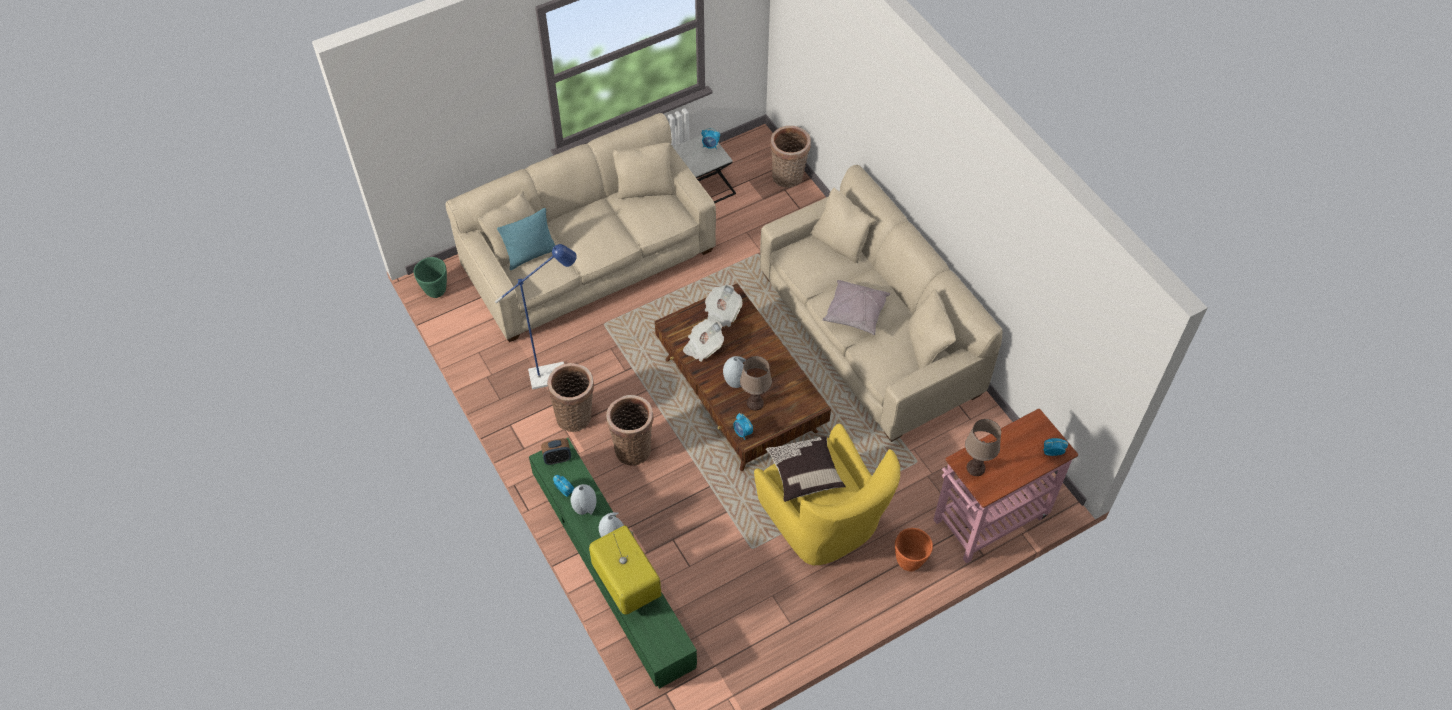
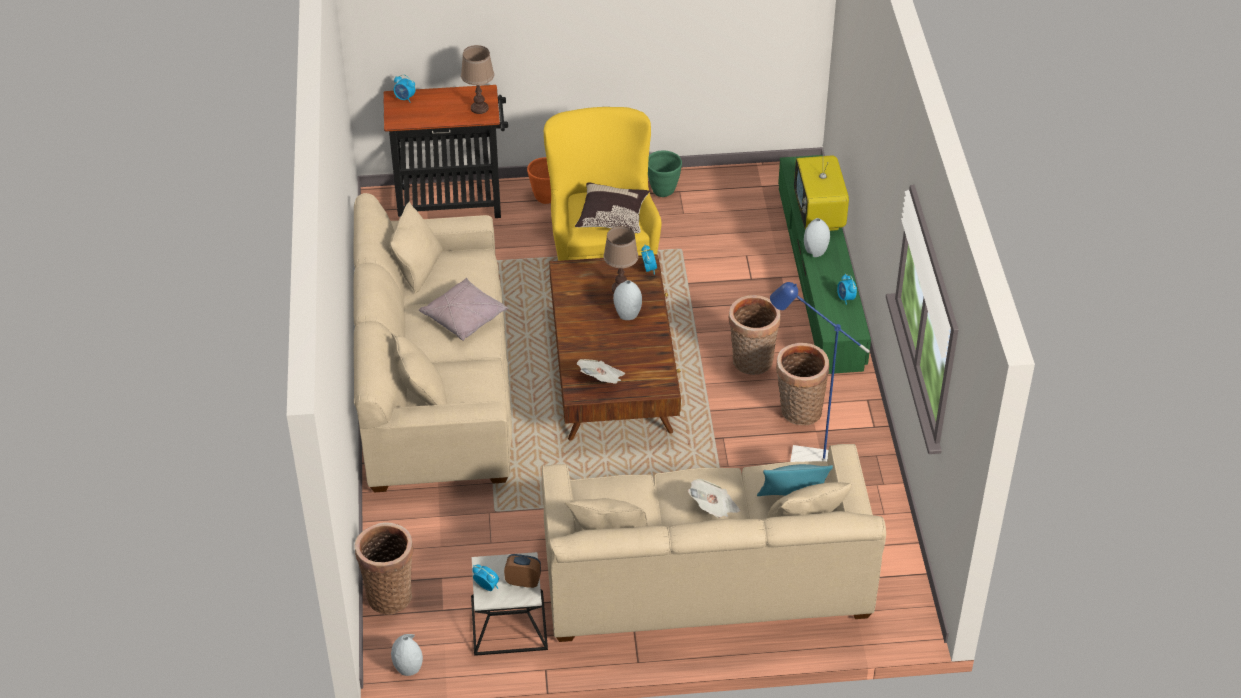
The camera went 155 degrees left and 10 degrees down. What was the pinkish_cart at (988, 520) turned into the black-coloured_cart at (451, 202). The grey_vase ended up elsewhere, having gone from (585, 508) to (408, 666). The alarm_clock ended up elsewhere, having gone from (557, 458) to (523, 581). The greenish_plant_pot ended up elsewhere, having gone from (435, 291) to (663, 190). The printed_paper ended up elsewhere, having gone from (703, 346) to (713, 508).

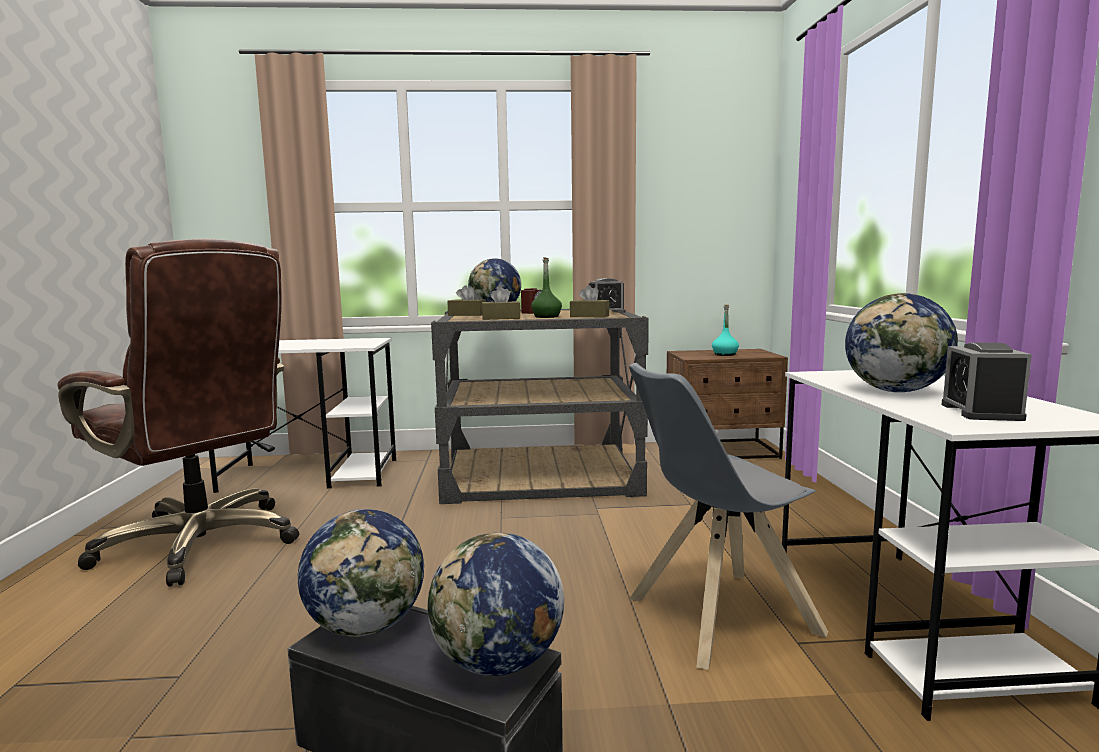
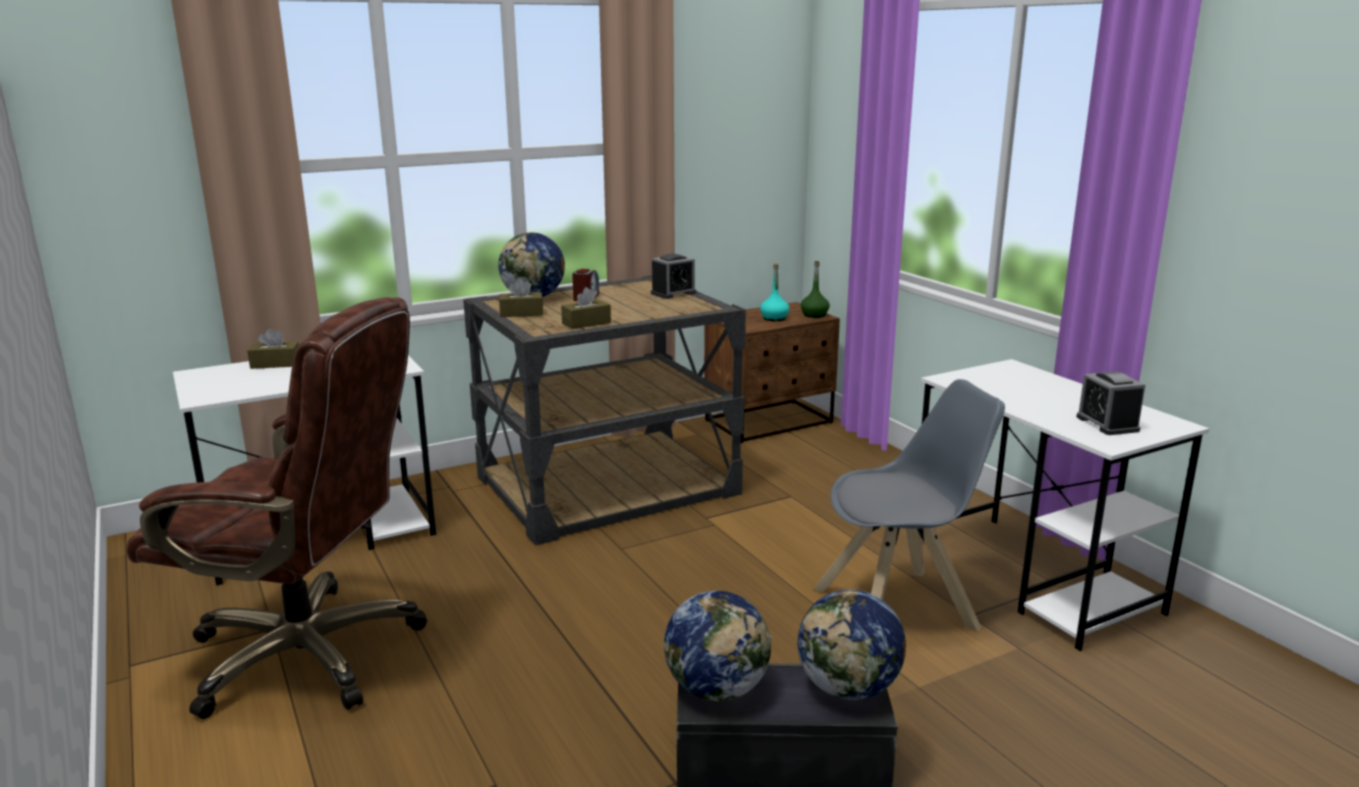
The camera went 25 degrees left and 10 degrees up. The brownish_tissue_box ended up elsewhere, having gone from (589, 316) to (275, 364). The greenish_drink_bottle ended up elsewhere, having gone from (546, 317) to (814, 315). The grey_plain_chair at (717, 617) ended up facing another way, 150 degrees counterclockwise from before. The second view lost the desk_globe at (896, 391).

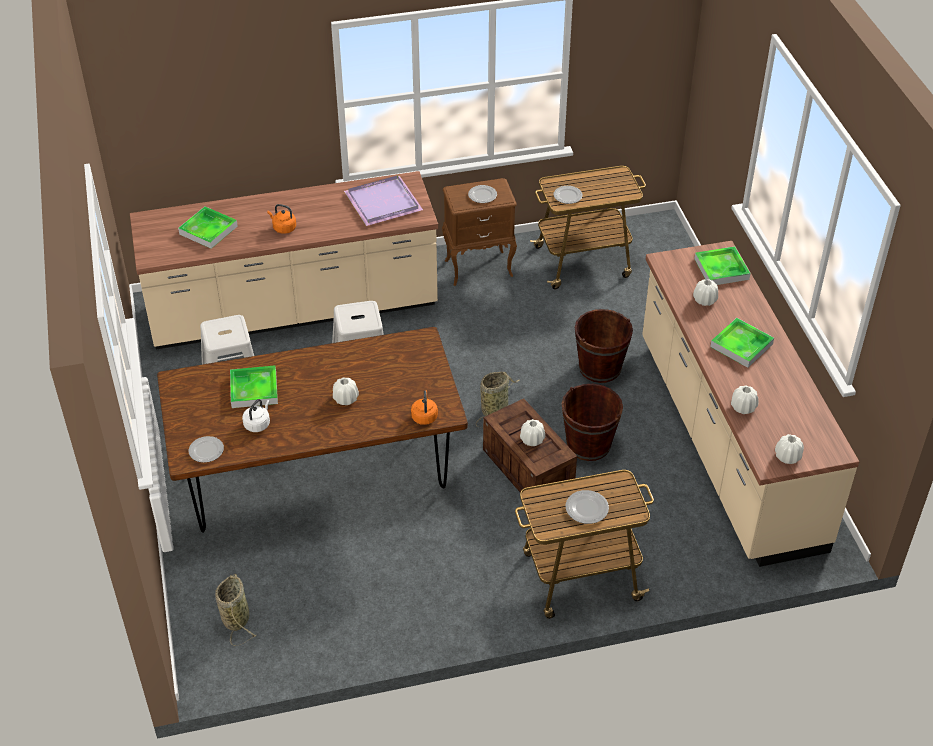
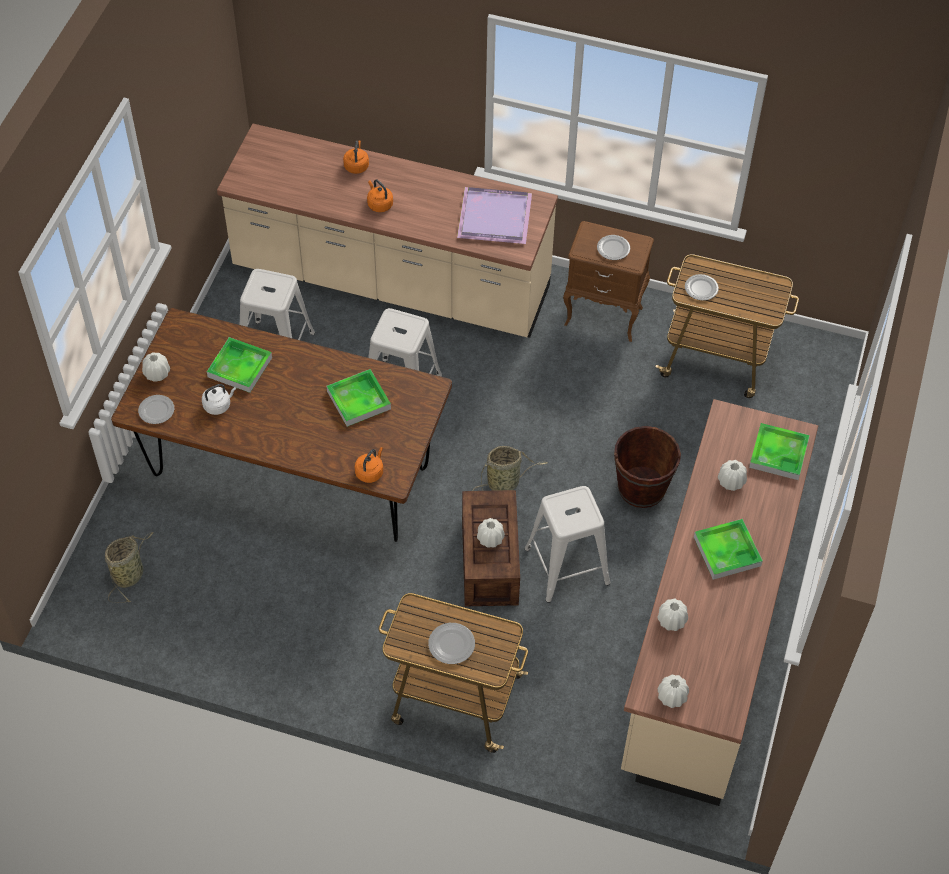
The camera went 30 degrees right and 10 degrees up. The white-coloured_vase ended up elsewhere, having gone from (346, 399) to (157, 374). The serving_tray ended up elsewhere, having gone from (208, 230) to (358, 400). The second view gained the orange-coloured_water_kettle at (356, 165). Where the brownish_pail stood at (588, 445), the white-coloured_stool came to stand at (567, 566).

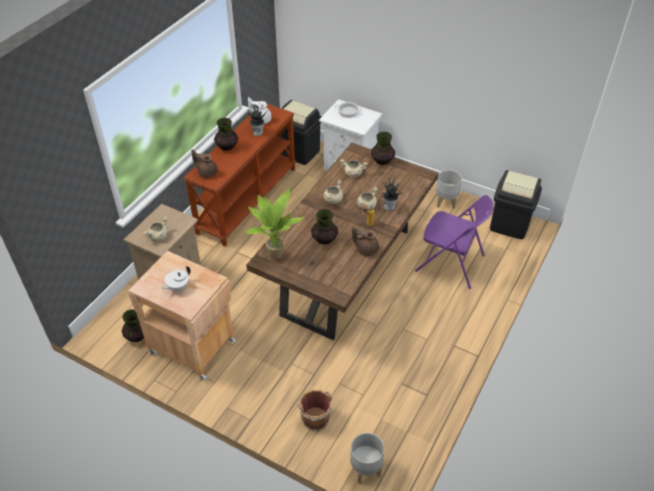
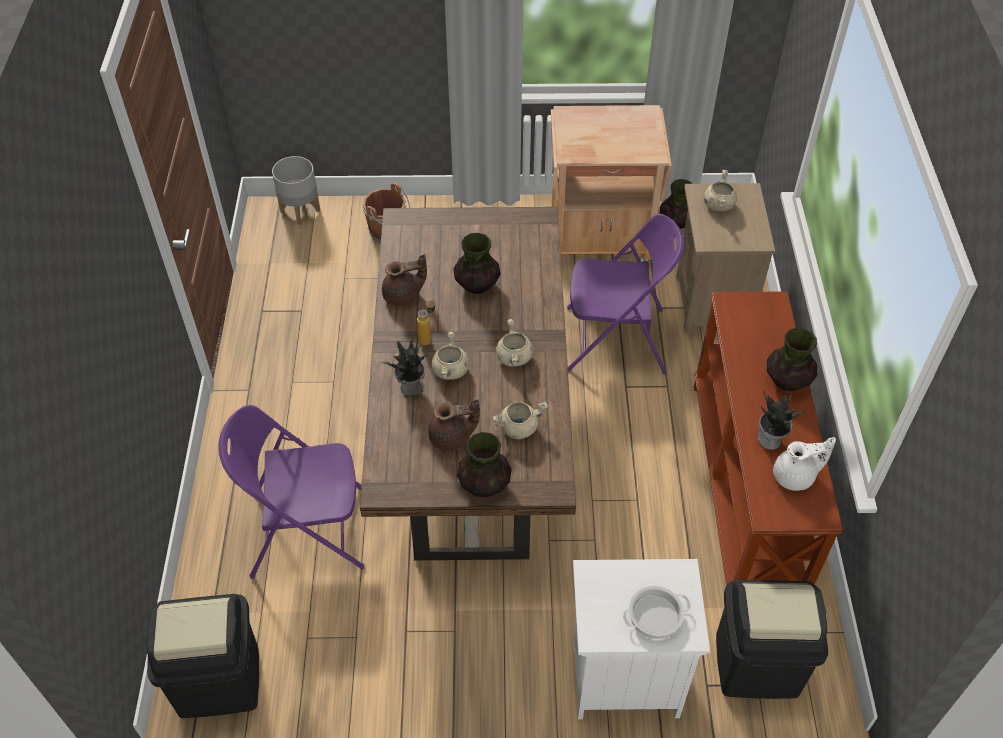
The camera went 150 degrees right and 5 degrees up. The brownish_teapot ended up elsewhere, having gone from (207, 173) to (452, 438). The second view gained the purplish_plain_chair at (615, 340). The second view lost the white-coloured_teapot at (178, 287). The second view lost the plant_in_a_pot at (274, 254). The second view lost the grey_plant_pot at (446, 202).

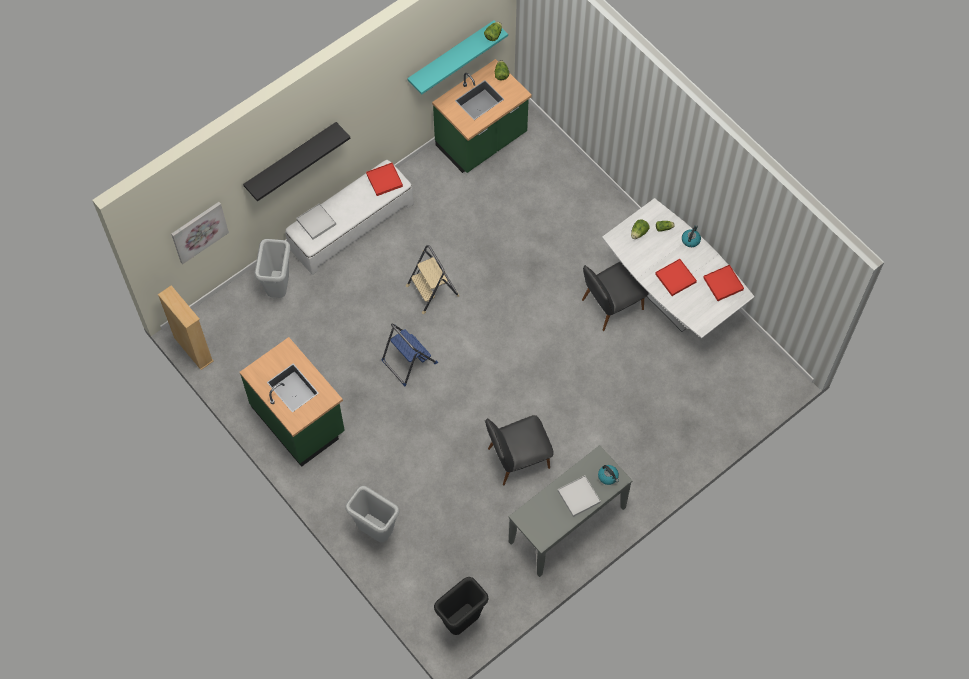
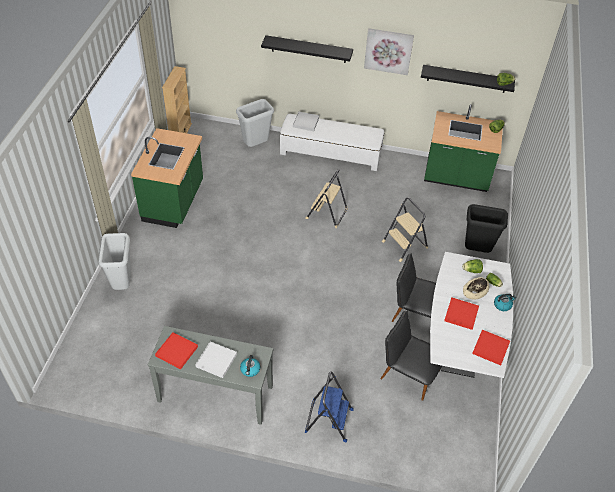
The camera went 50 degrees right and 15 degrees down. The red_serving_tray ended up elsewhere, having gone from (384, 180) to (176, 351). The blue-coloured_step_stool ended up elsewhere, having gone from (407, 362) to (327, 419). The picture ended up elsewhere, having gone from (199, 231) to (388, 51). The black-coloured_plain_chair ended up elsewhere, having gone from (518, 458) to (409, 375). The second view gained the beige-coloured_step_stool at (406, 244). What was the blue-green_bracket_shelf at (451, 55) turned into the black-coloured_bracket_shelf at (467, 79). The second view gained the beige-coloured_serving_bowl at (474, 293). The black-coloured_trash_can ended up elsewhere, having gone from (461, 621) to (476, 250).

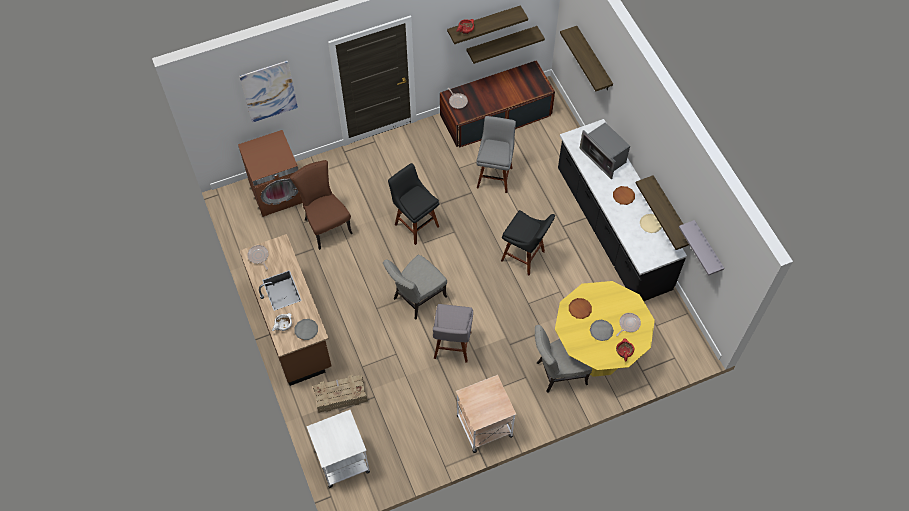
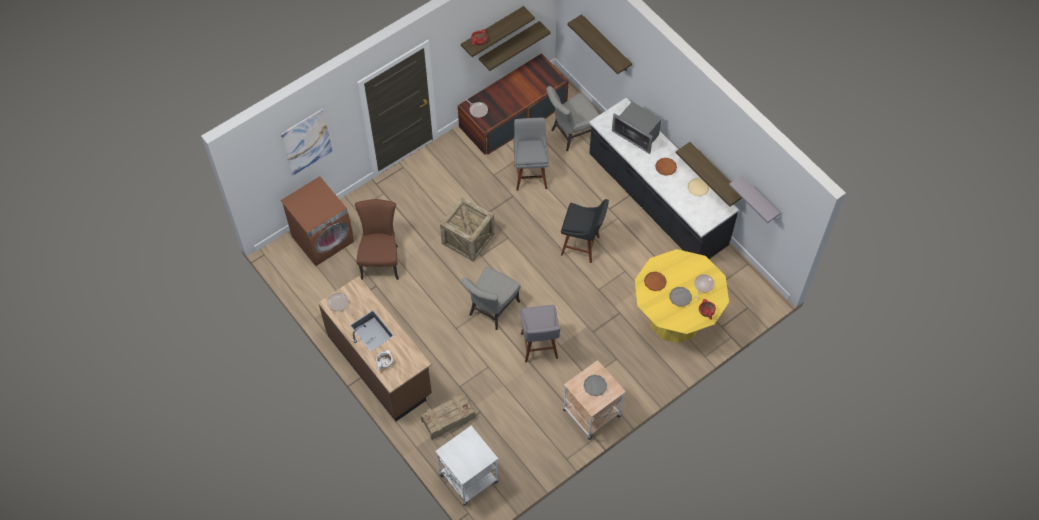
The camera went 15 degrees left and 0 degrees up. The brownish_plain_chair at (325, 224) ended up facing another way, 45 degrees clockwise from before. Where the black-coloured_stool stood at (415, 224), the shipping_crate came to stand at (468, 239). The grey_plain_chair ended up elsewhere, having gone from (558, 373) to (572, 134). The grey_plate ended up elsewhere, having gone from (306, 330) to (595, 386).

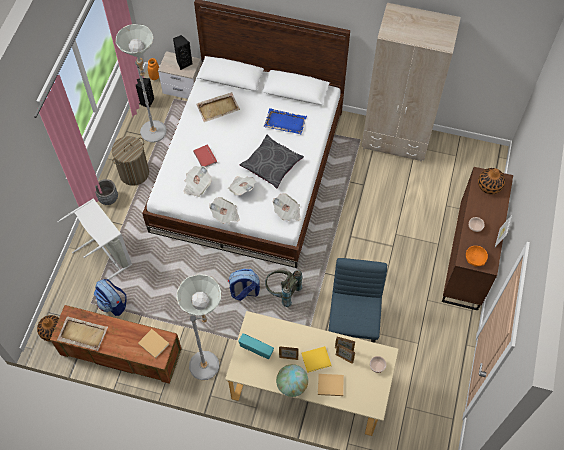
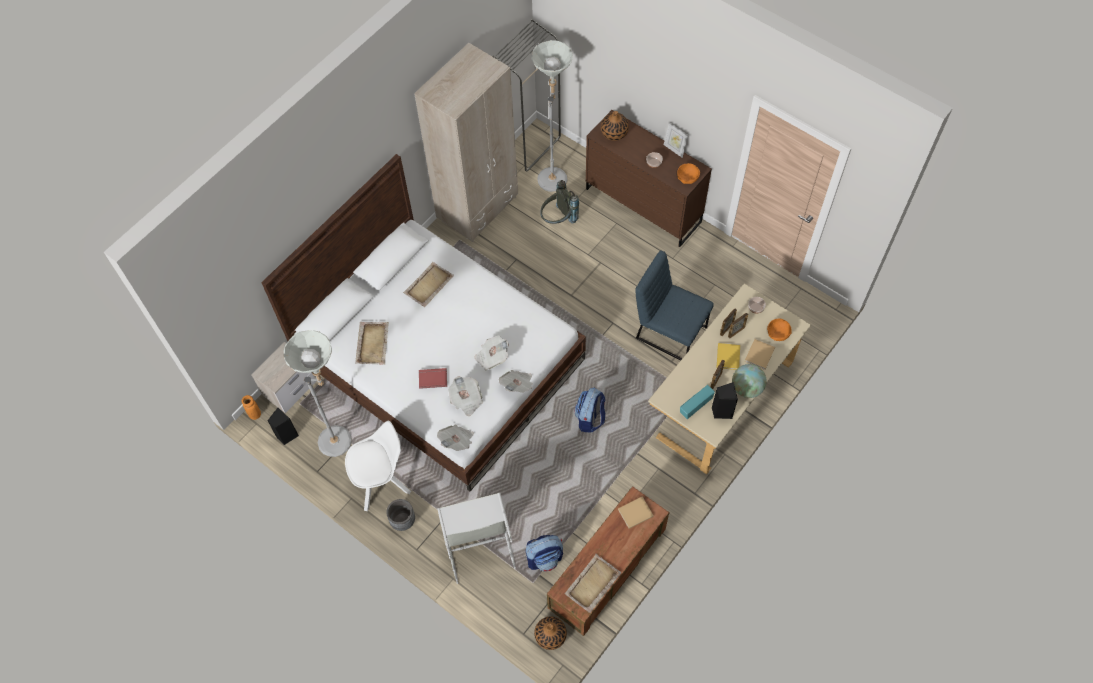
The camera went 65 degrees left and 0 degrees up. Where the washing_basket stood at (134, 173), the white-coloured_plain_chair came to stand at (382, 481). What was the blue-coloured_serving_tray at (284, 122) turned into the beige-coloured_serving_tray at (428, 285). The printed_paper ended up elsewhere, having gone from (287, 212) to (457, 441). The second view gained the grey_garment_stand at (531, 147). The grey_standard_lamp ended up elsewhere, having gone from (211, 364) to (553, 174). The grey_backpack ended up elsewhere, having gone from (282, 292) to (558, 220). The black-coloured_speaker ended up elsewhere, having gone from (183, 63) to (721, 411). The second view gained the orange-coloured_serving_bowl at (777, 333). The second view lost the grey_throw_pillow at (271, 164).

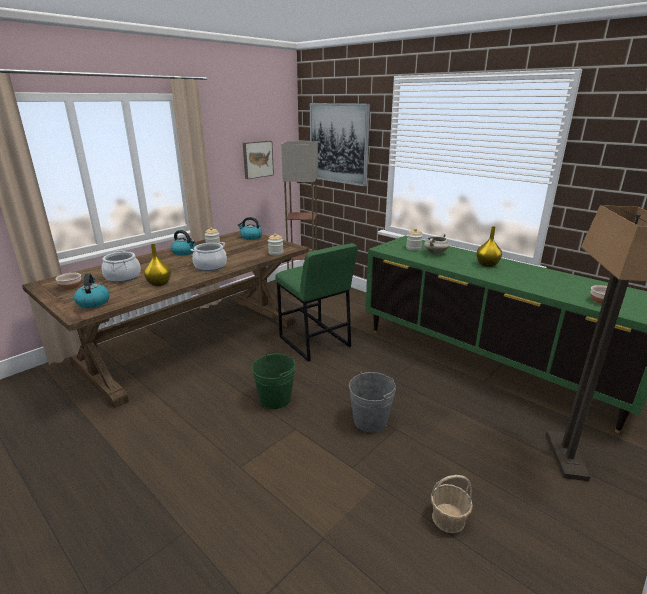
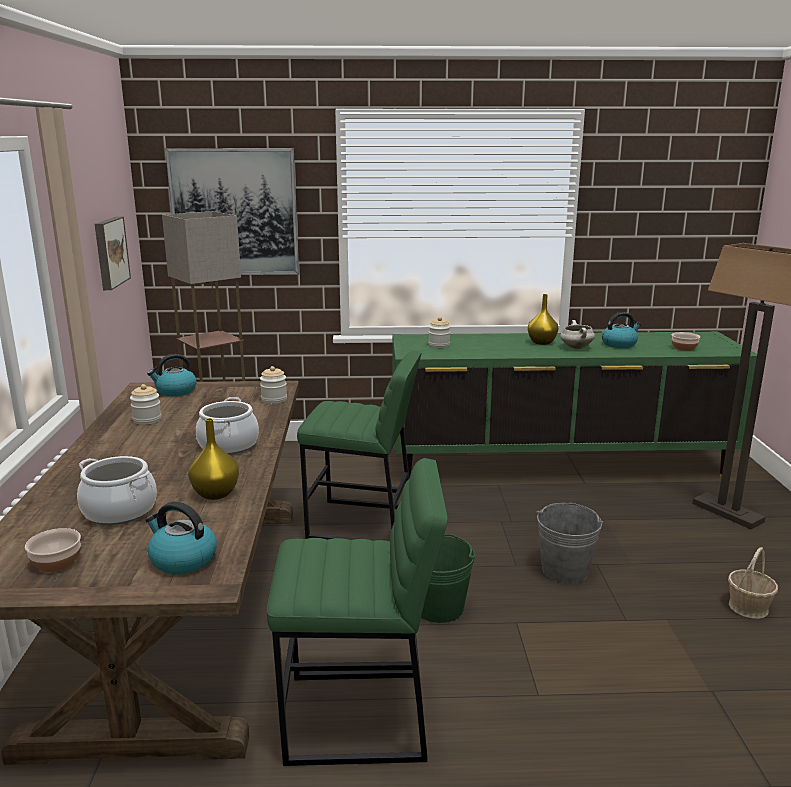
The camera went 45 degrees left and 5 degrees down. The second view gained the greenish_plain_chair at (361, 716). The white-coloured_stockpot ended up elsewhere, having gone from (435, 253) to (575, 348). The water_kettle ended up elsewhere, having gone from (184, 252) to (619, 344).

